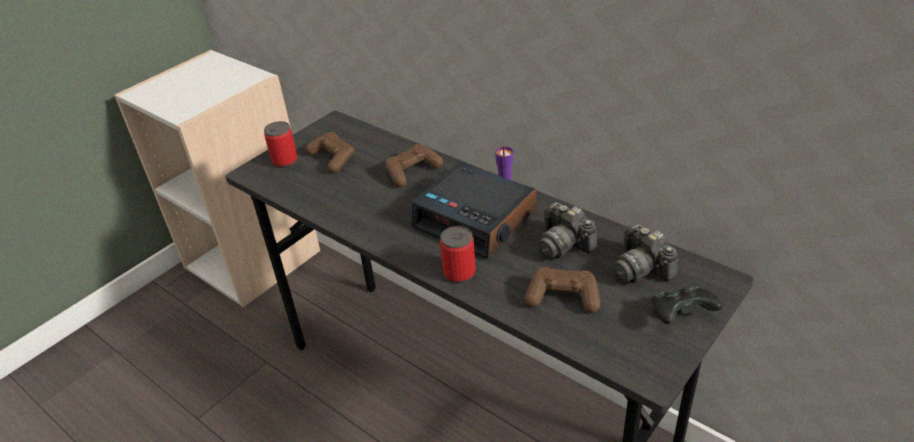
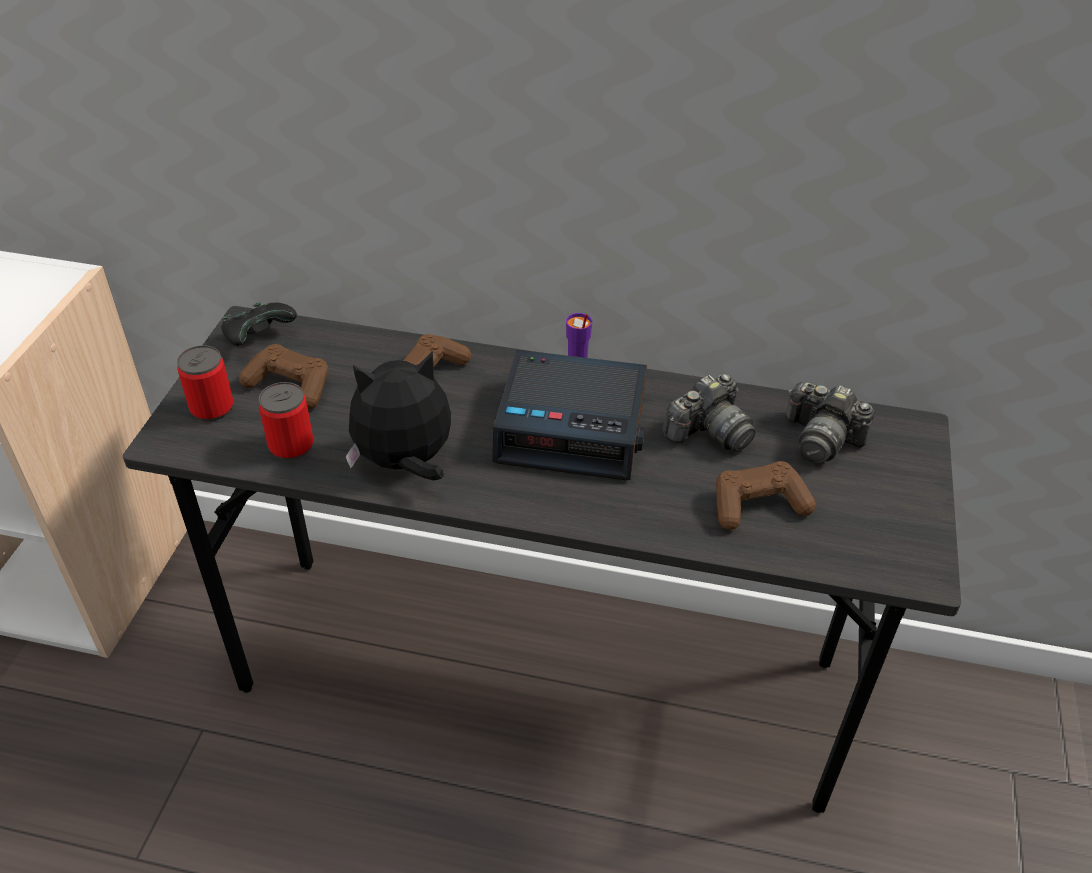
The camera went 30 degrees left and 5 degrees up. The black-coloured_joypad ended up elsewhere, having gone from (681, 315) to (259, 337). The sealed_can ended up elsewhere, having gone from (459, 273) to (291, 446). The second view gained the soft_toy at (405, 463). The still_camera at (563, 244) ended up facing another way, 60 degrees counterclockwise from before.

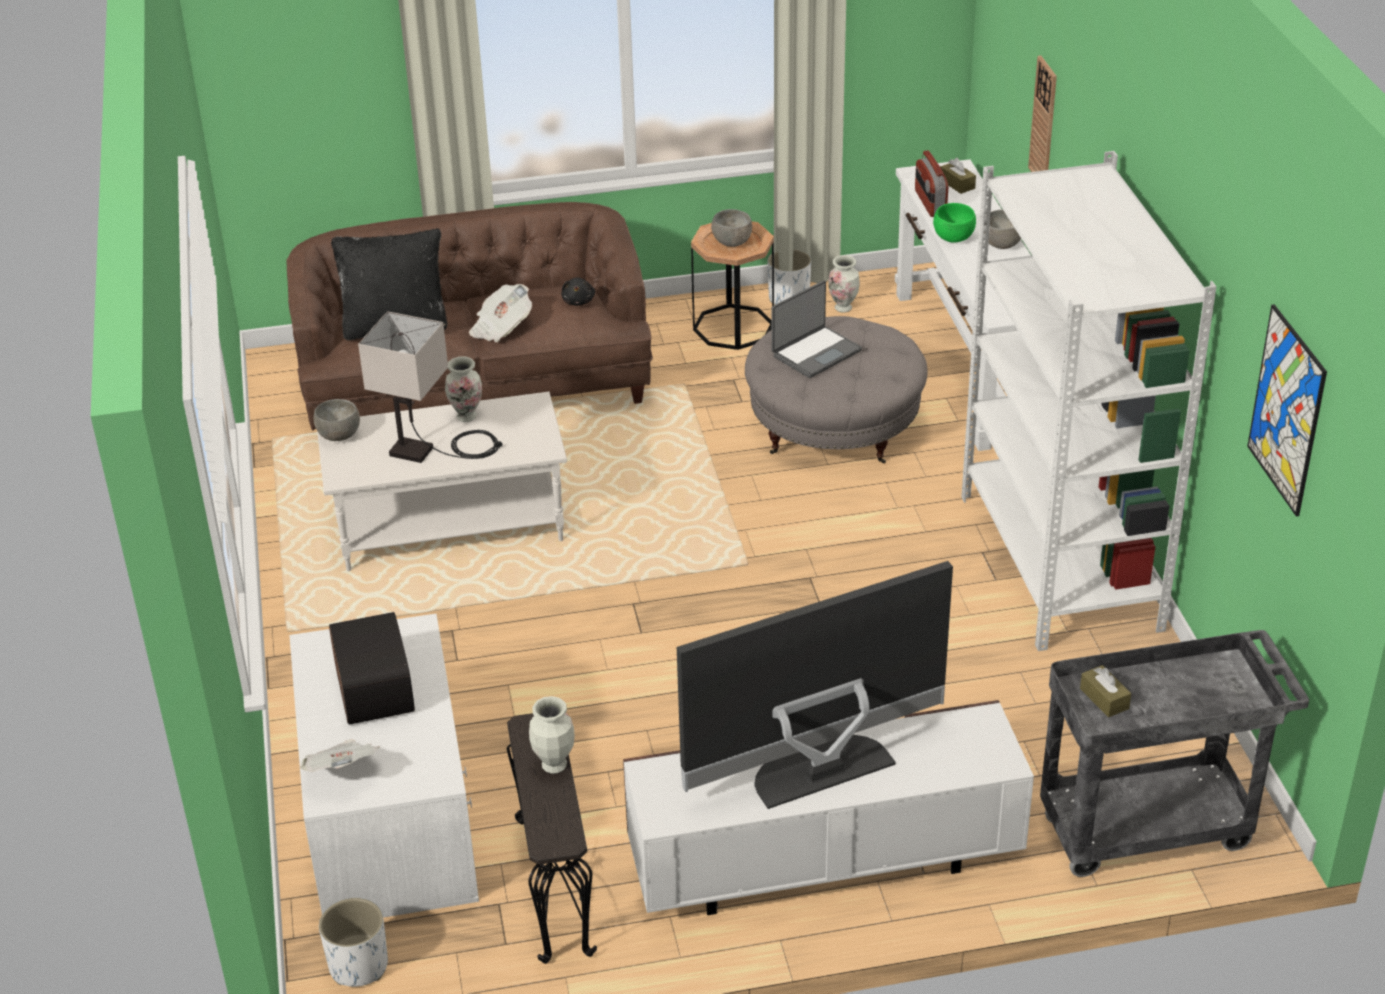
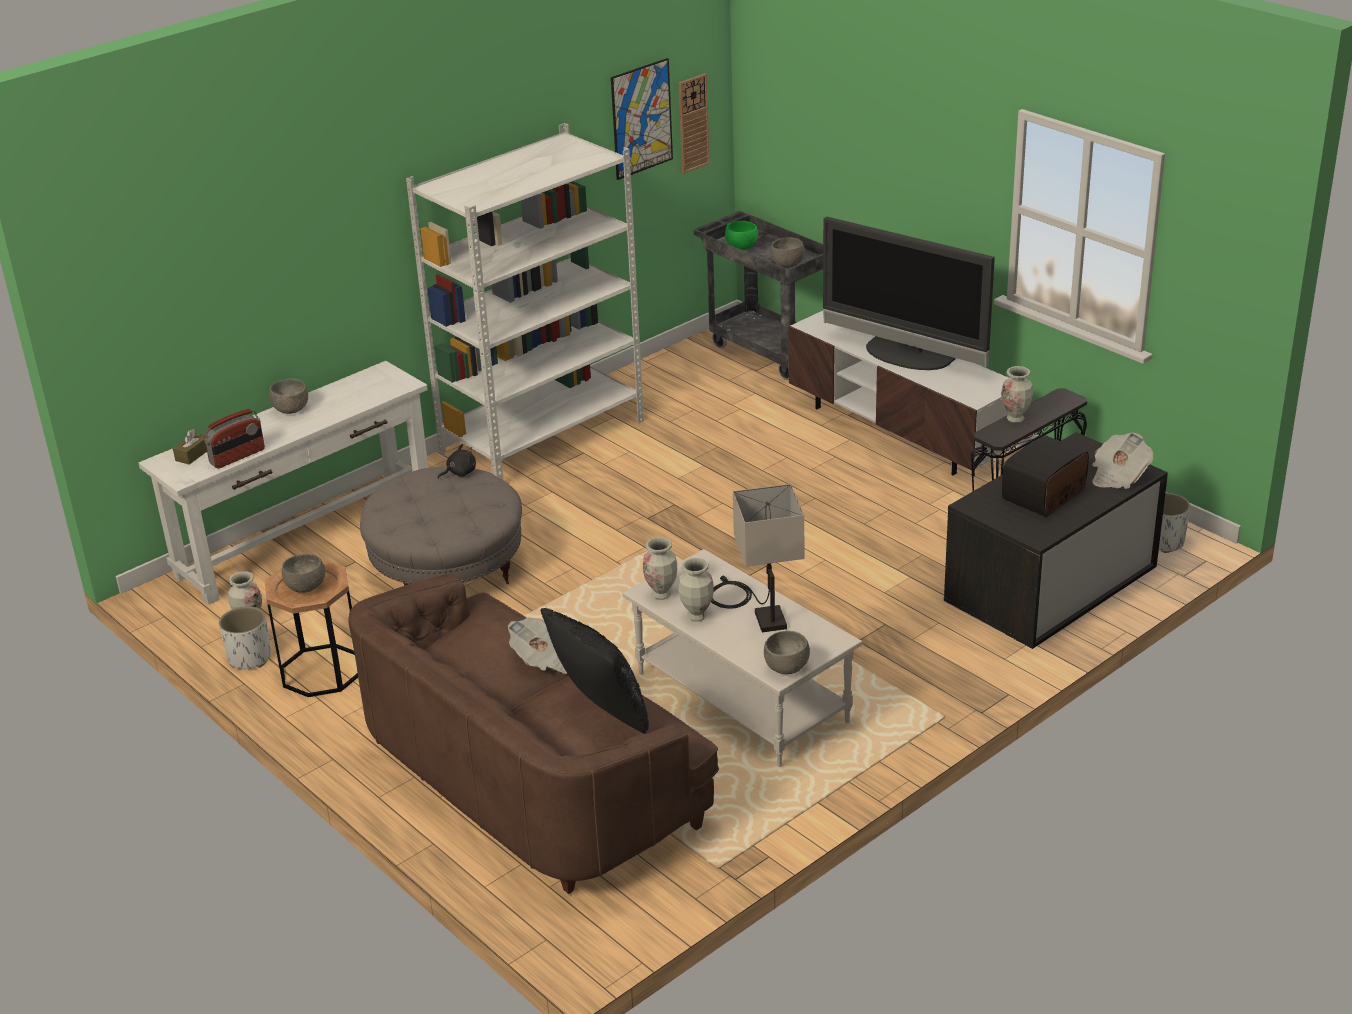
The camera went 120 degrees left and 5 degrees down. The black-coloured_soft_toy ended up elsewhere, having gone from (578, 301) to (459, 473). The second view gained the vase at (661, 594). The wall_clock ended up elsewhere, having gone from (1043, 122) to (693, 123). The greenish_serving_bowl ended up elsewhere, having gone from (952, 238) to (742, 247). Where the brownish_tissue_box stood at (1104, 698), the grey_serving_bowl came to stand at (787, 264). What was the white-coloured_storage_cabinet at (390, 817) turned into the black-coloured_storage_cabinet at (1050, 583). The second view lost the laptop at (815, 352).

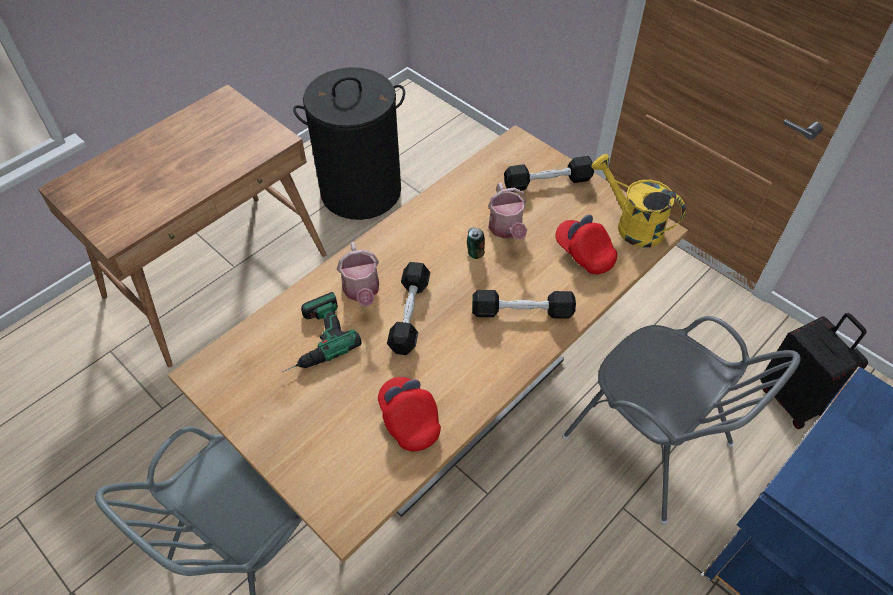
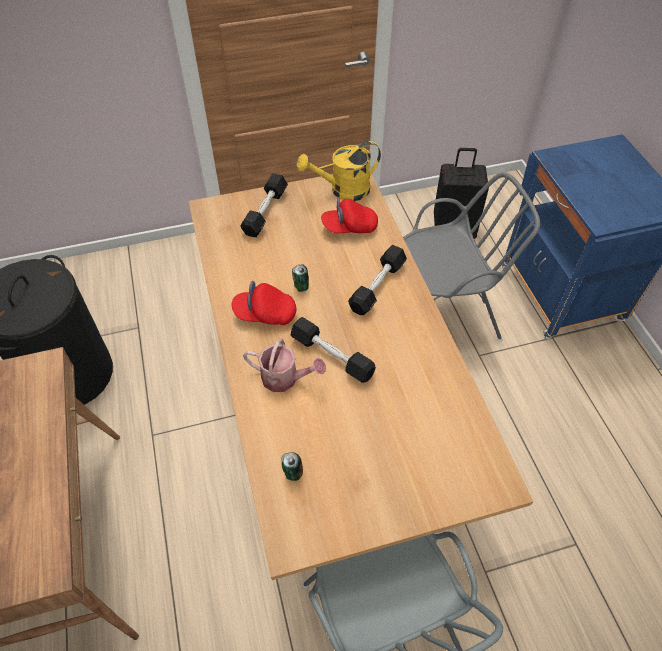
The camera went 60 degrees left and 0 degrees up. The red_baseball_cap ended up elsewhere, having gone from (409, 420) to (265, 314). The second view gained the sealed_can at (292, 473). The second view lost the electric_drill at (312, 340). The second view lost the sprinkling_can at (507, 230).

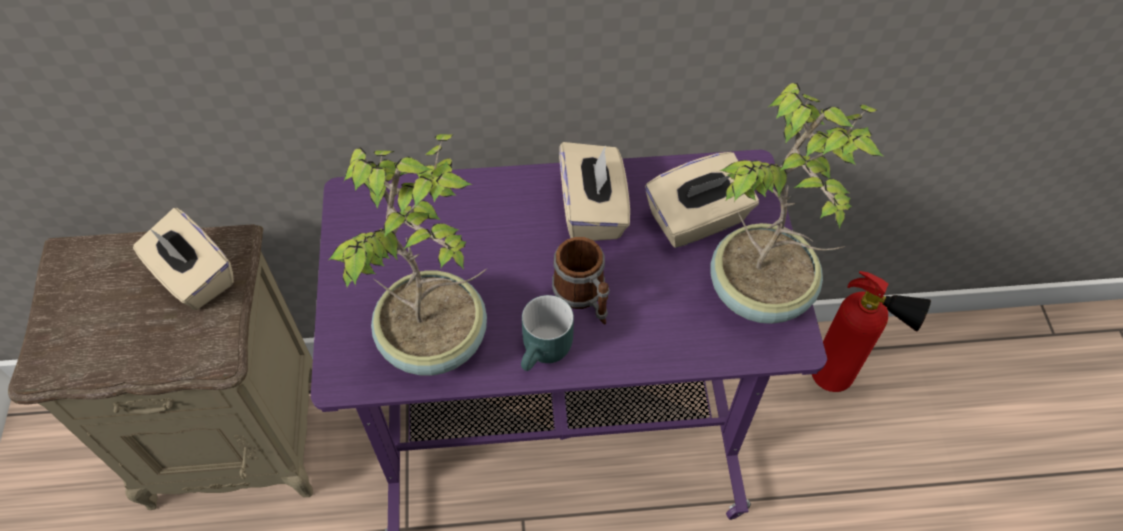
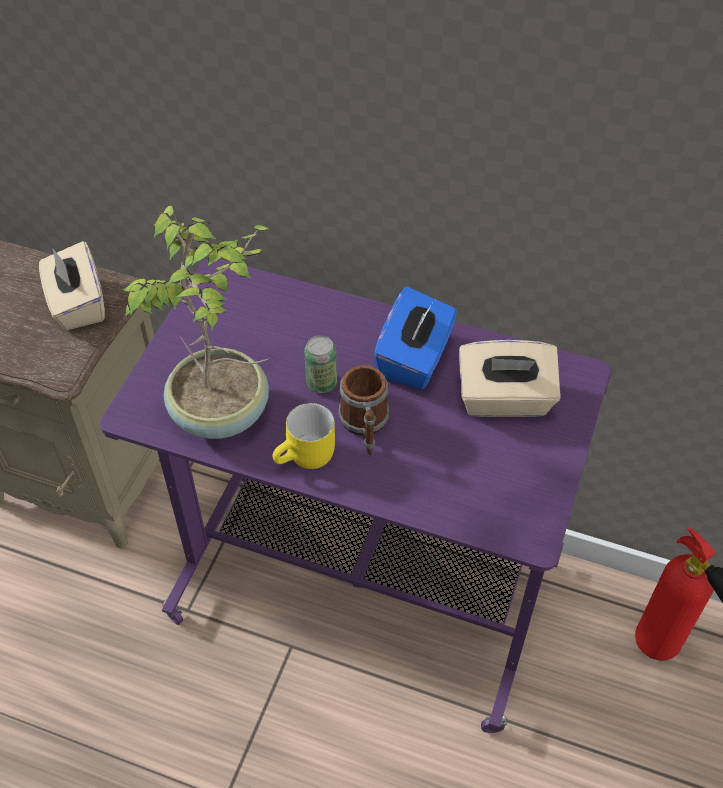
The camera went 25 degrees right and 5 degrees down. What was the blue-green_mug at (547, 352) turned into the yellowish_mug at (307, 459). The second view gained the sealed_can at (321, 383). What was the beige-coloured_tissue_box at (593, 210) turned into the blue-coloured_tissue_box at (415, 358). The second view lost the plant_in_a_pot at (762, 292).

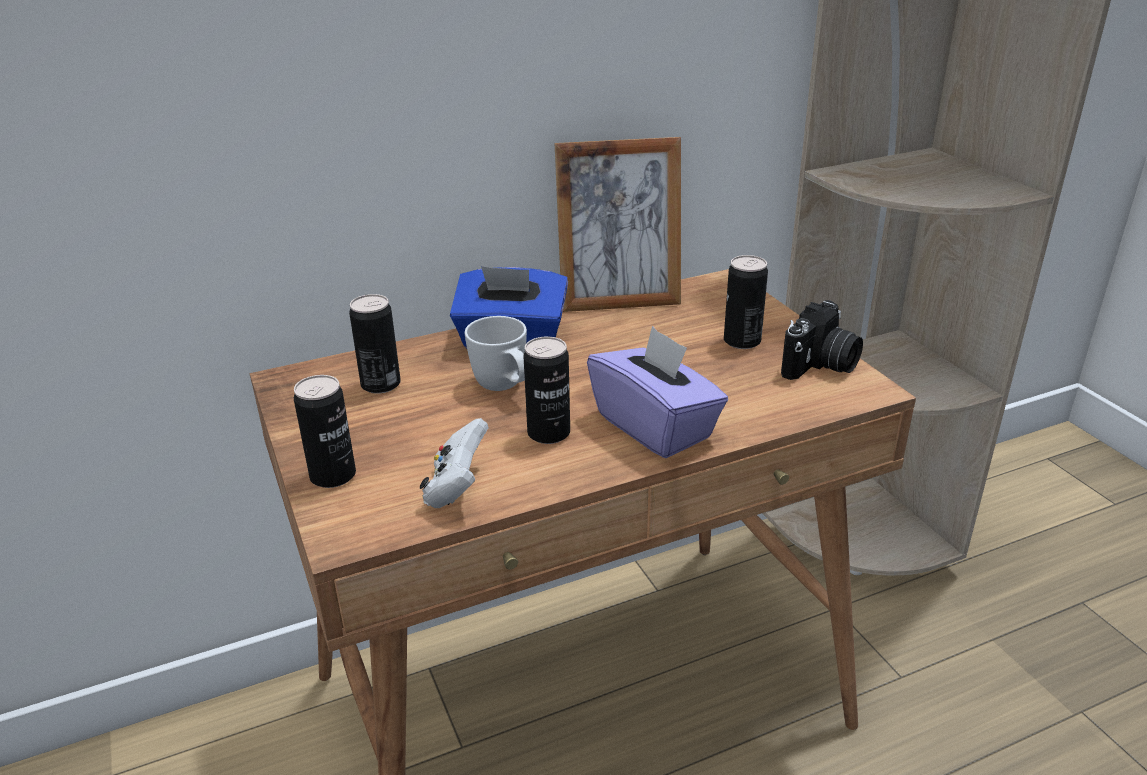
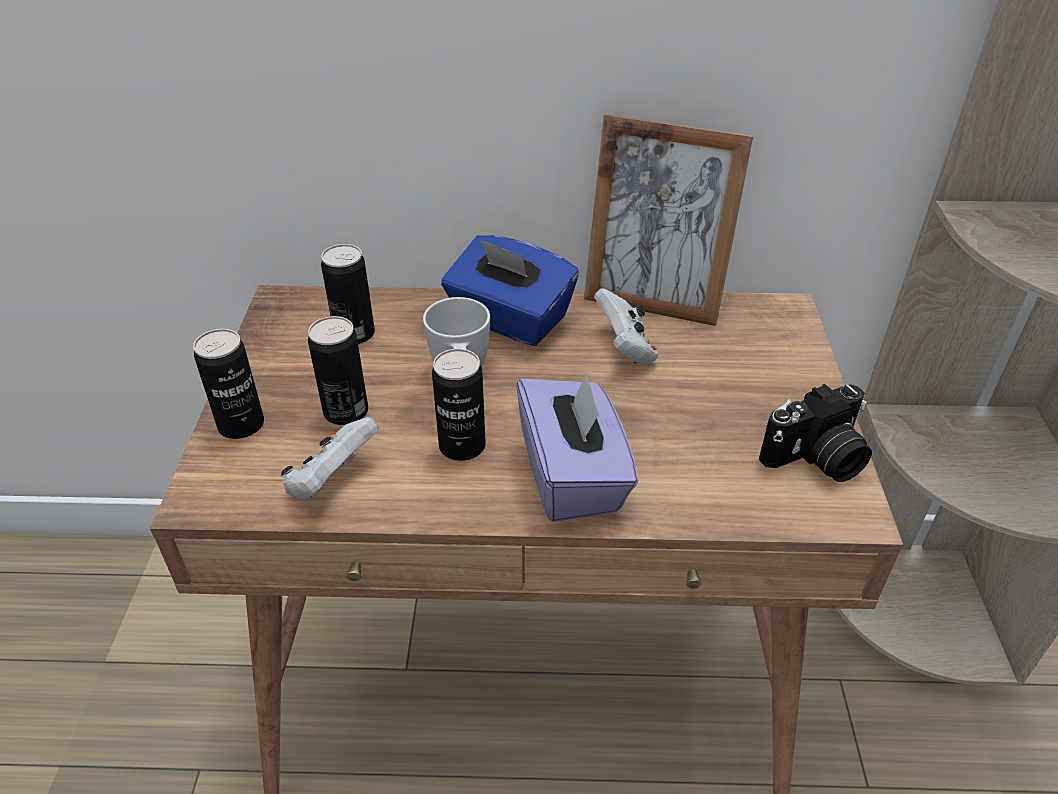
The camera went 25 degrees right and 10 degrees up. The sealed_can ended up elsewhere, having gone from (742, 341) to (346, 411). The second view gained the white-coloured_joypad at (625, 349).

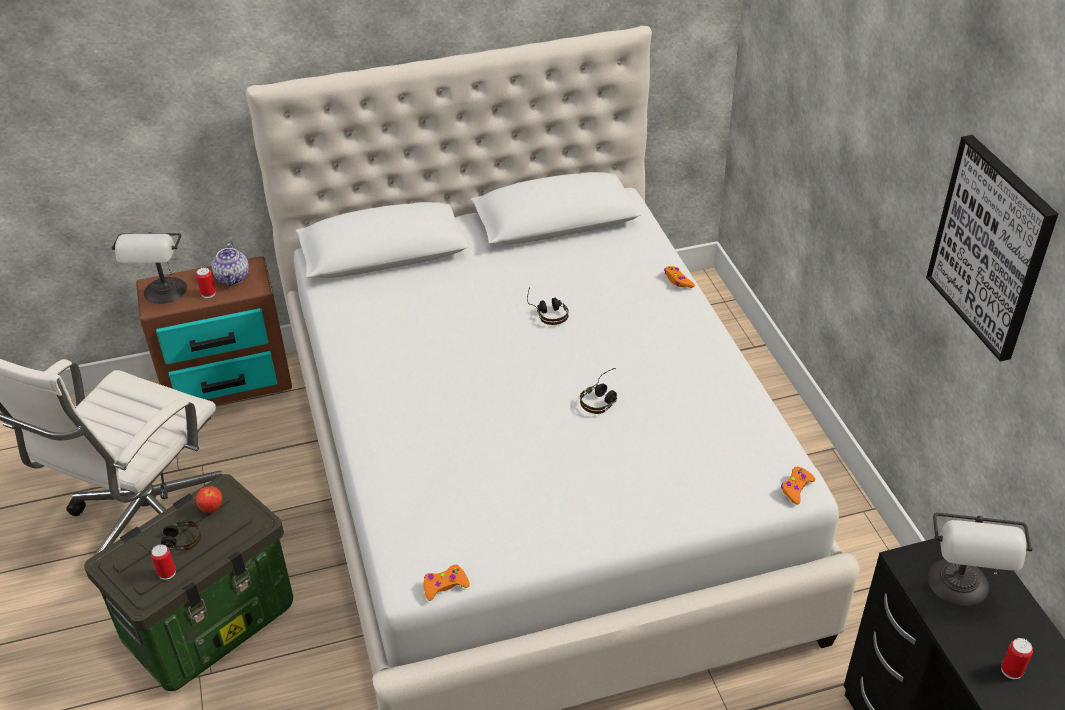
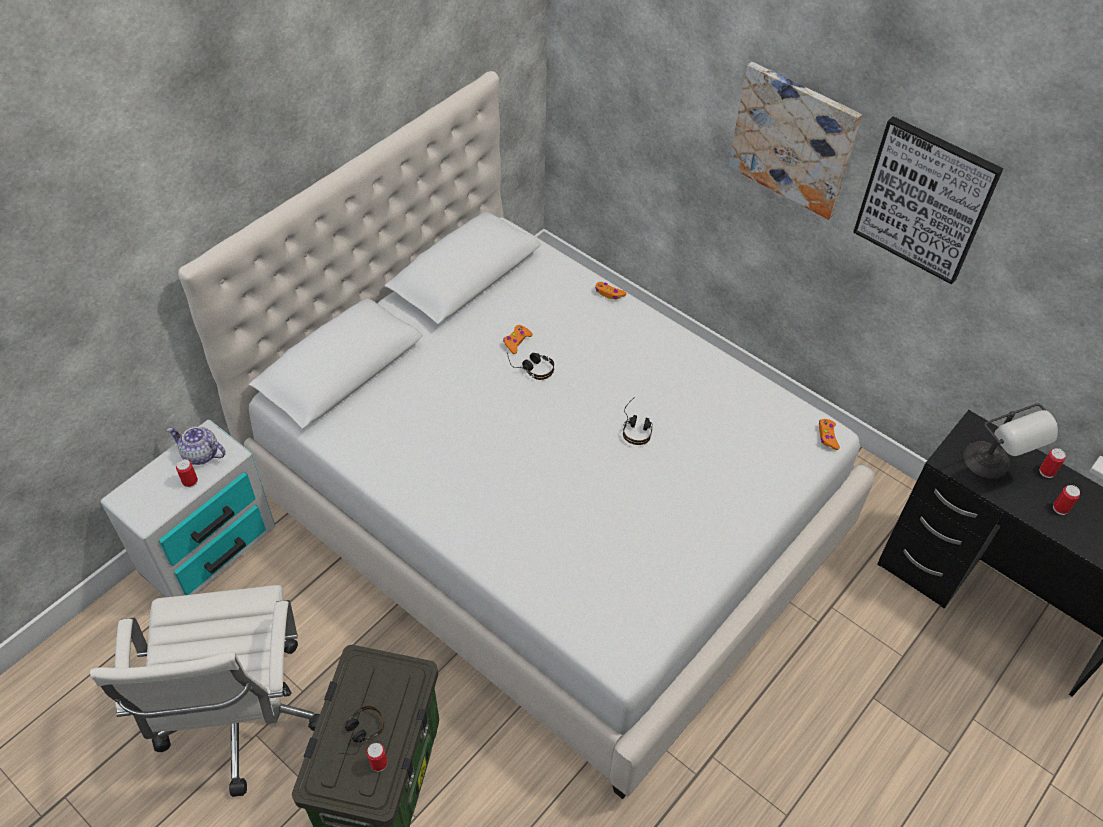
The camera went 35 degrees left and 10 degrees up. What was the brownish_night_table at (230, 390) turned into the white-coloured_night_table at (212, 555). The teapot at (233, 278) ended up facing another way, 150 degrees clockwise from before. The orange-coloured_joypad ended up elsewhere, having gone from (445, 586) to (517, 341). The second view gained the picture at (793, 139). The second view gained the sealed_can at (1046, 471). The second view lost the lamp_for_a_table at (164, 296). The second view lost the whole_apple at (212, 508).

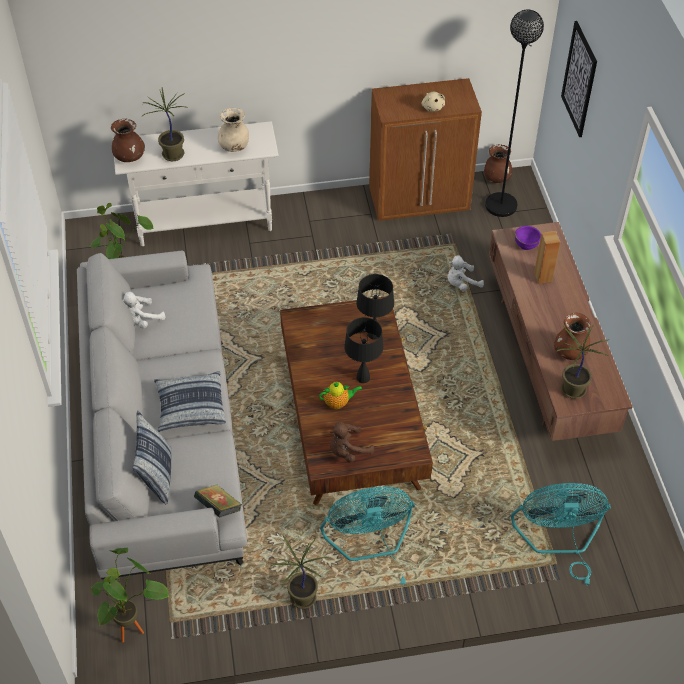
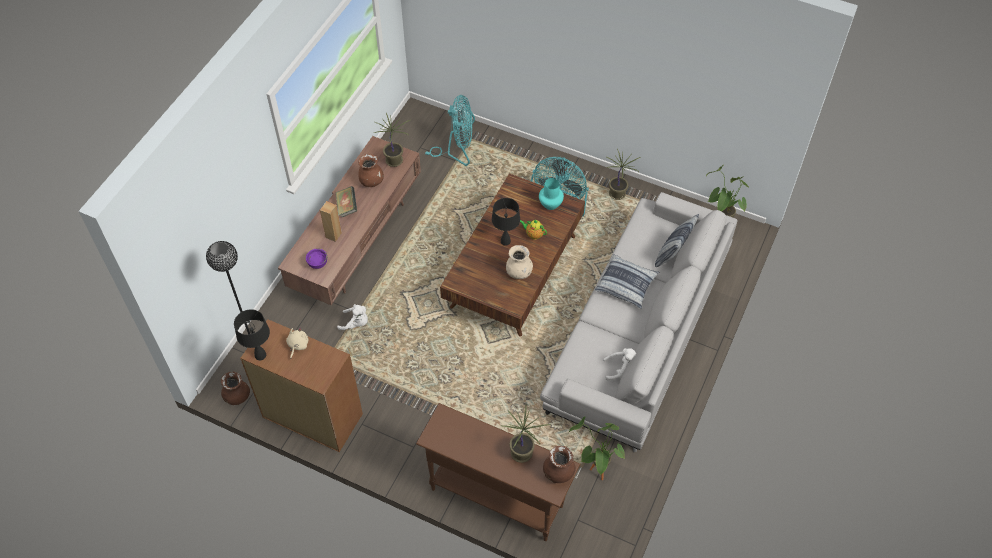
The camera went 145 degrees left and 5 degrees up. The black-coloured_lamp_for_a_table ended up elsewhere, having gone from (374, 334) to (260, 355). The volume ended up elsewhere, having gone from (219, 508) to (347, 207). What was the white-coloured_hall_table at (205, 224) turned into the brownish_hall_table at (496, 497). The blue-green_electric_fan at (561, 541) ended up facing another way, 120 degrees counterclockwise from before. The beige-coloured_vase ended up elsewhere, having gone from (234, 147) to (519, 272). Where the brownish_soft_toy stood at (348, 451), the blue-green_vase came to stand at (551, 204). The second view lost the picture at (579, 79).

